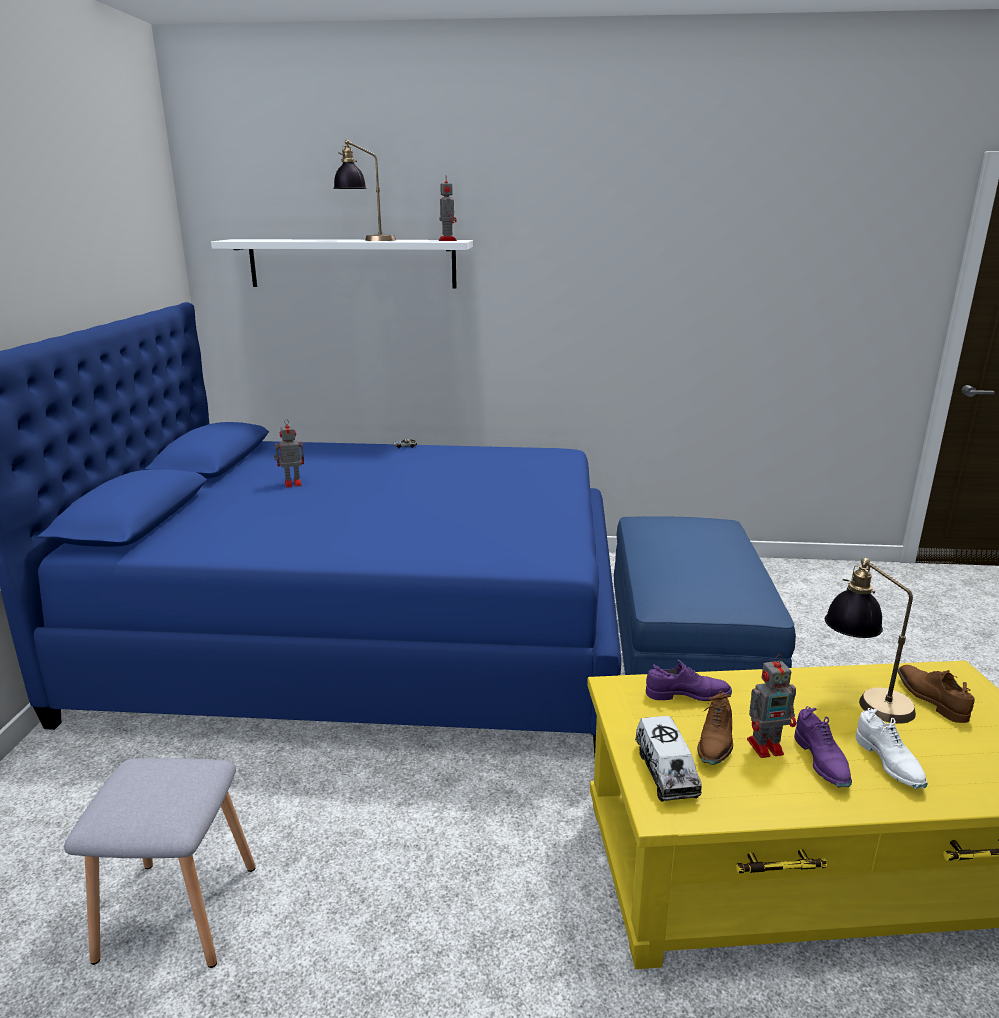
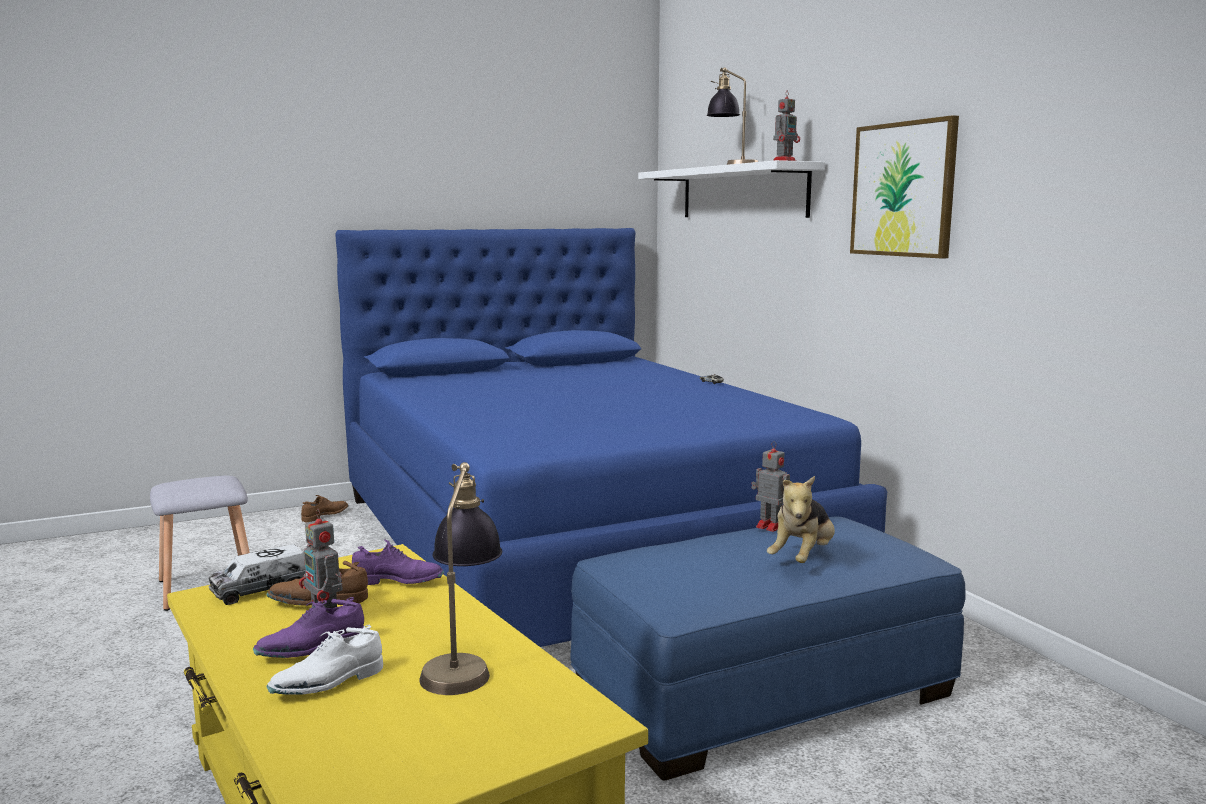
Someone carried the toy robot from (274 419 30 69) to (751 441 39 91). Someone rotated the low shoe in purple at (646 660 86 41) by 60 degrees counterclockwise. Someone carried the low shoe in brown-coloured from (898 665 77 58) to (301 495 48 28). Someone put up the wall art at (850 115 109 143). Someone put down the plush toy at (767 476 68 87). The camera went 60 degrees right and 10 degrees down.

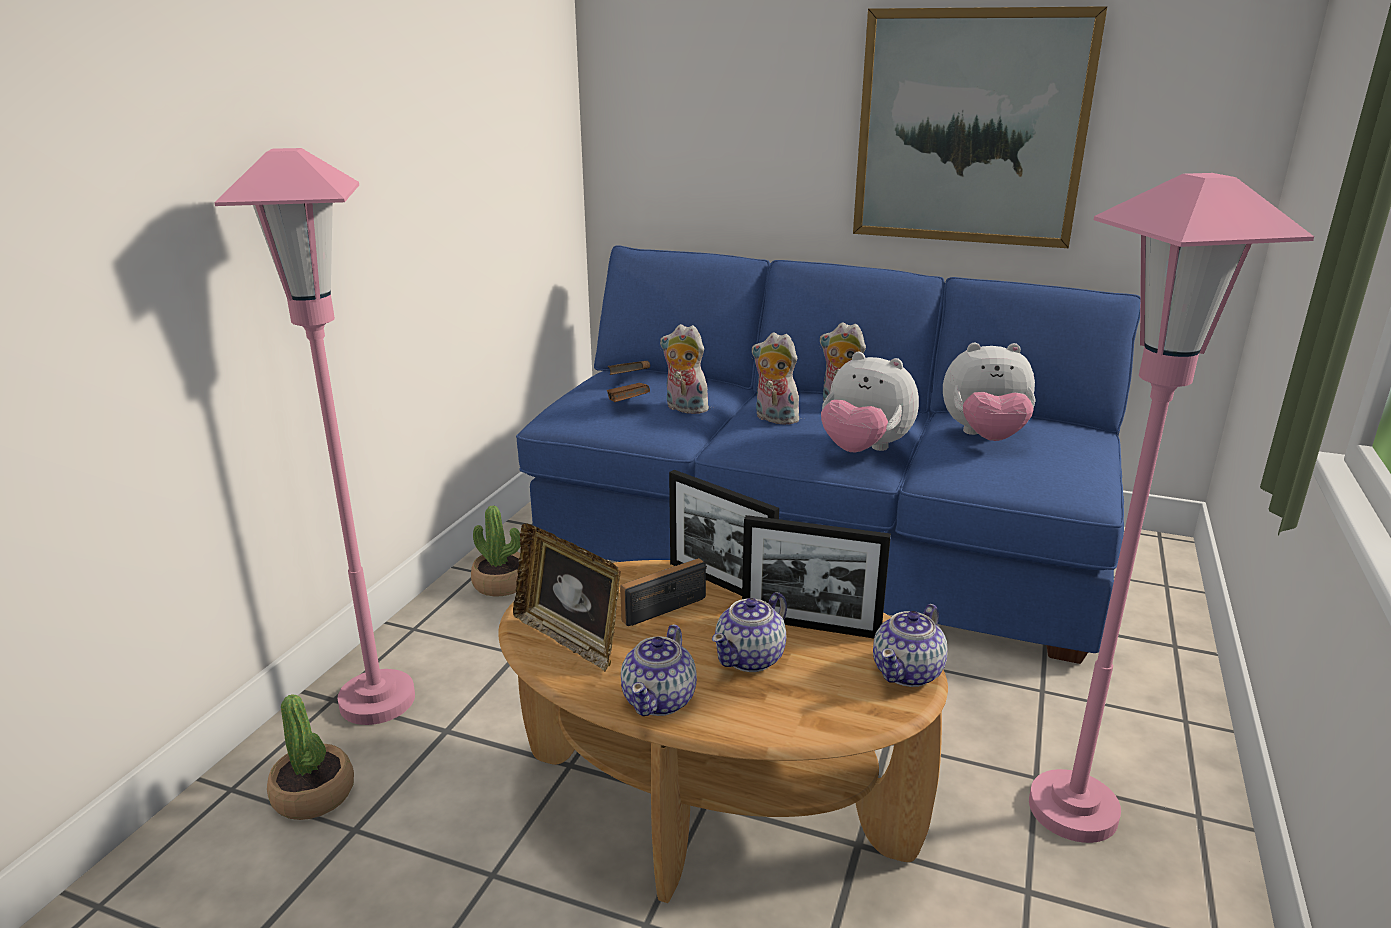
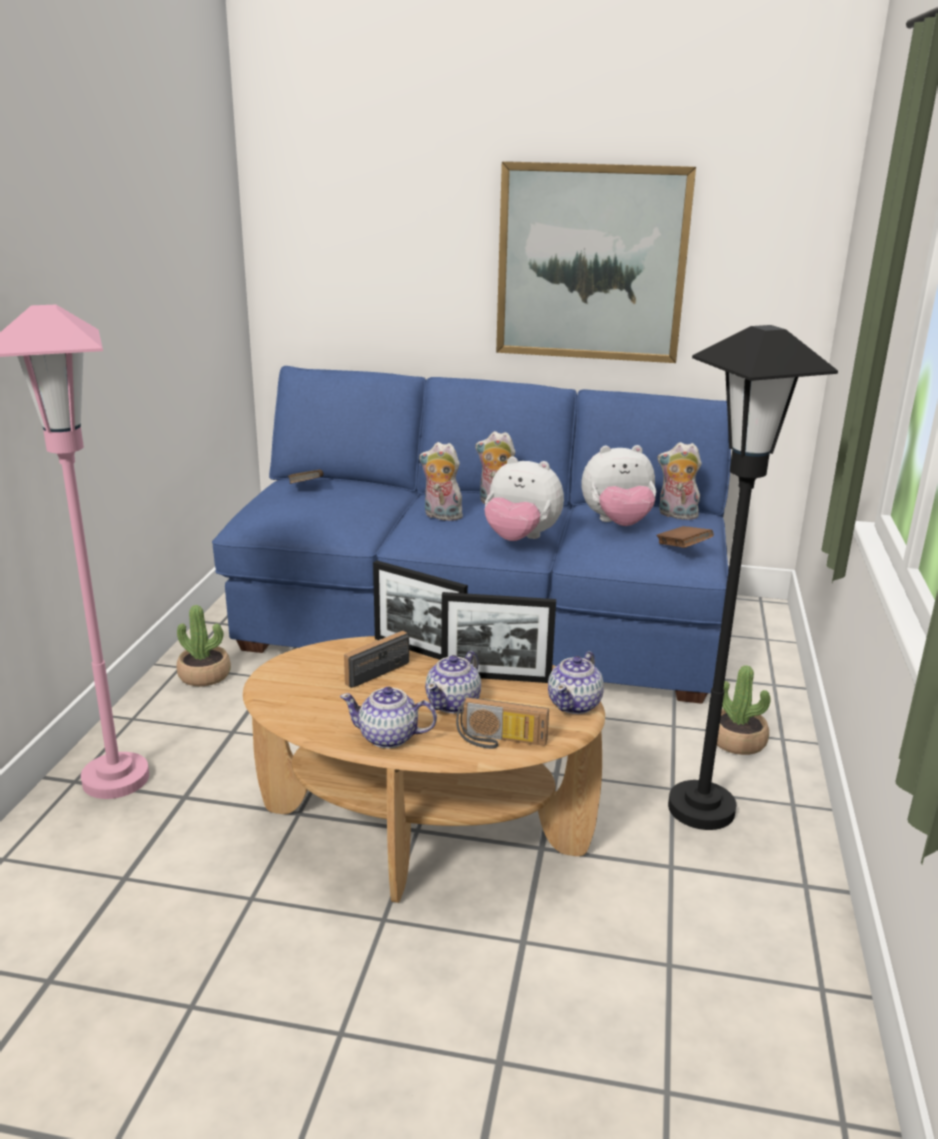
Someone repainted the floor lamp in pinkish at (1029 173 285 670), which became the floor lamp in black at (668 325 170 505). Someone carried the plush toy from (660 324 51 90) to (658 442 44 78). Someone carried the volume in brown-coloured from (607 383 43 19) to (656 526 58 22). Someone took away the standing frame at (513 523 108 149). Someone rotated the tea pot at (621 624 76 92) by 90 degrees clockwise. Someone carried the plant in a pot from (267 694 87 126) to (717 665 54 90). Someone put down the radio at (456 697 93 52). The camera went 10 degrees left and 0 degrees up.

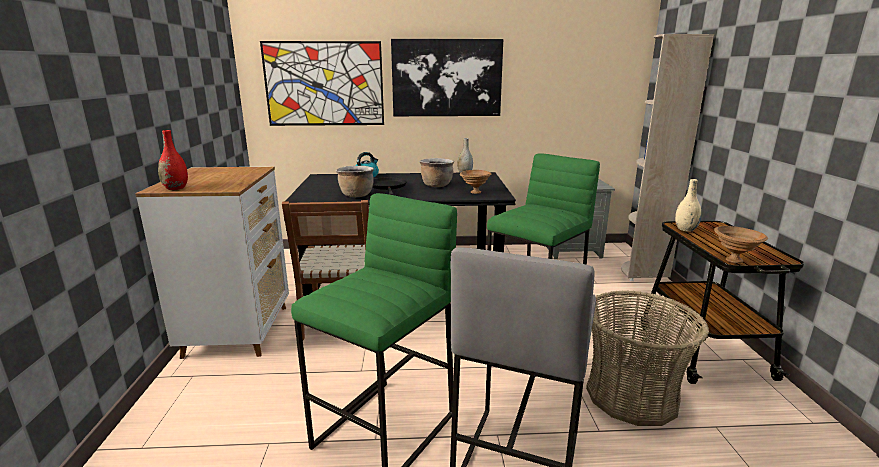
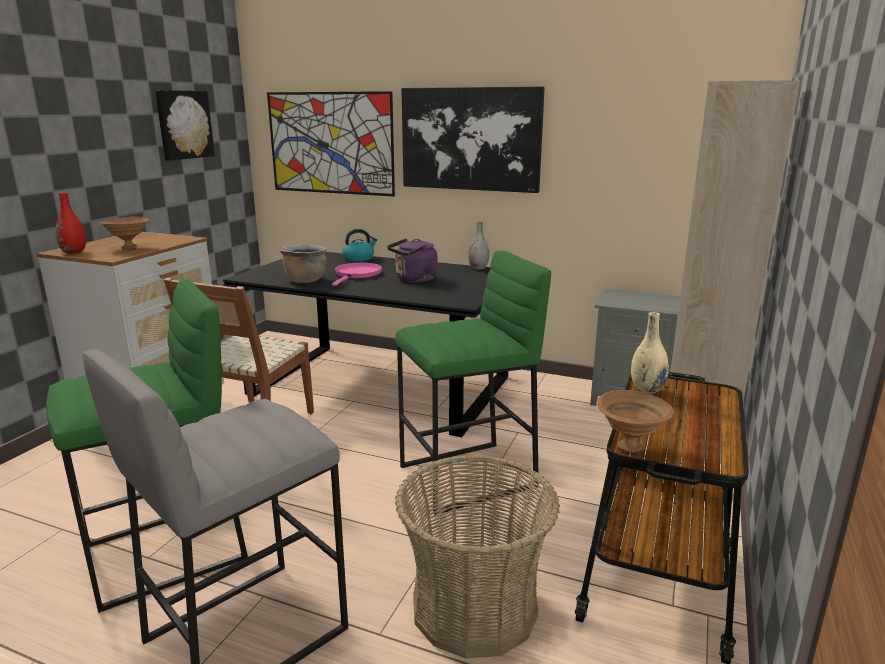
Someone swapped the saucepot in brown-coloured at (419 158 35 29) for the tea kettle in purple at (387 238 50 44). Someone carried the serving bowl in brown-coloured from (460 170 32 24) to (100 216 49 33). Someone repainted the skillet in black at (373 177 34 18), which became the skillet in pinkish at (332 263 50 23). Someone put up the wall art at (155 90 60 71). The camera went 25 degrees right and 0 degrees up.

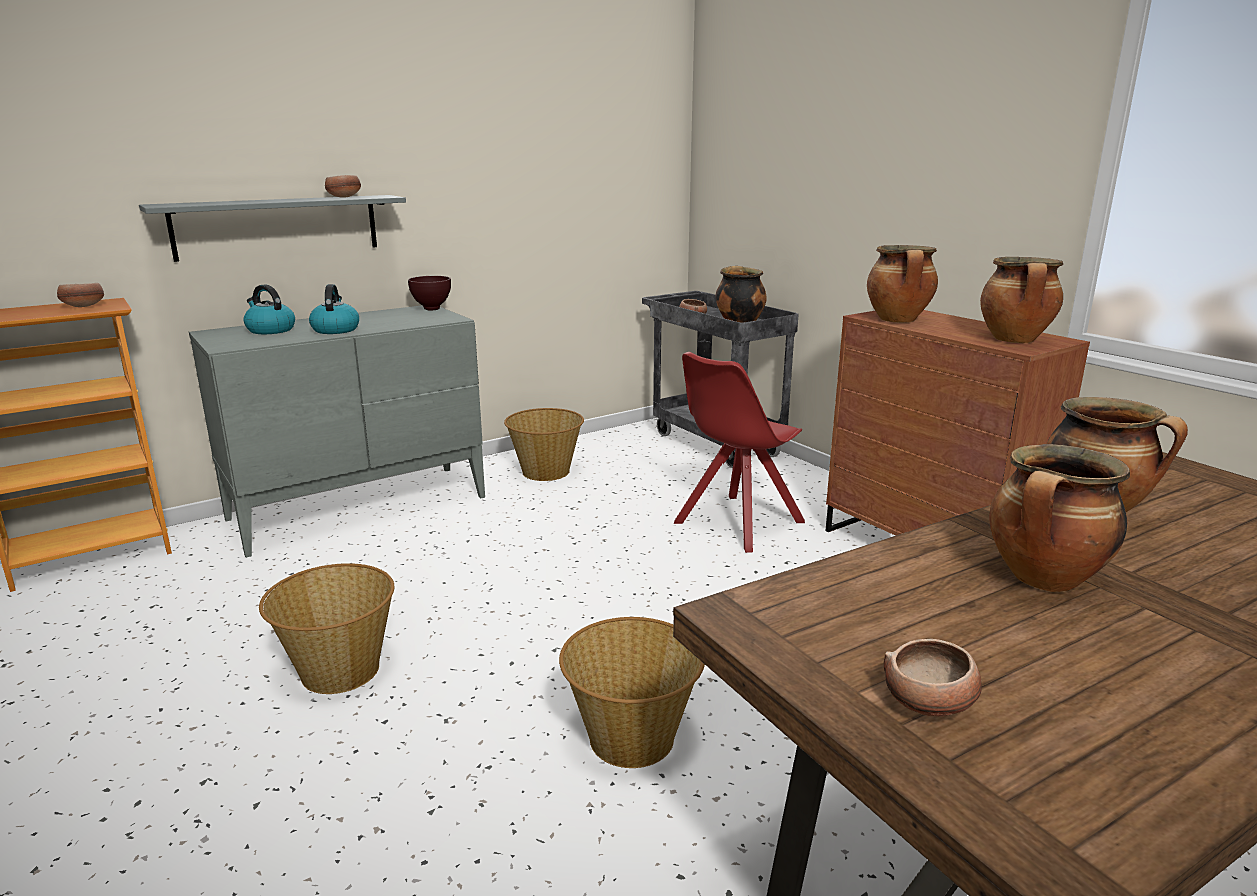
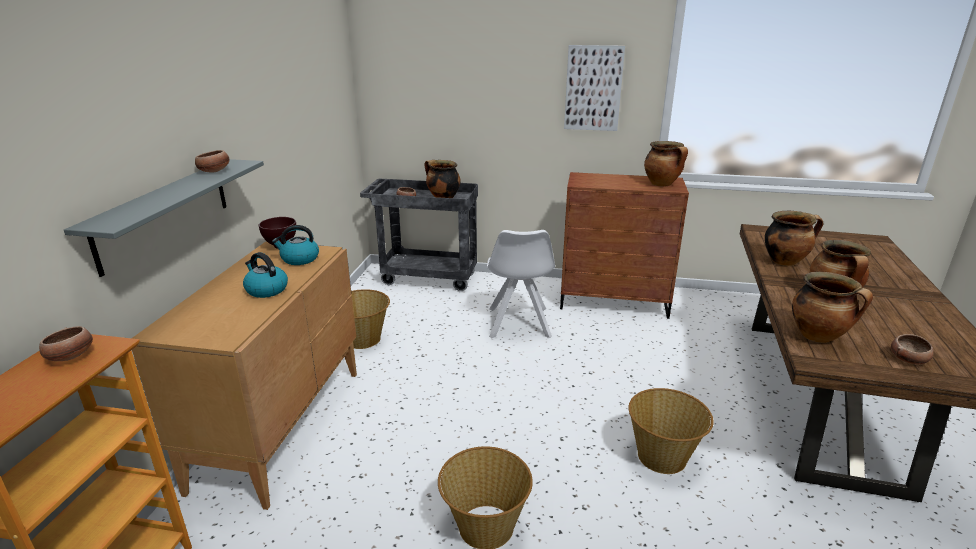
Someone carried the saucepot from (867 245 71 78) to (792 272 81 71). Someone carried the tea kettle from (244 284 51 50) to (272 225 47 40). Someone repainted the storage cabinet in greyish at (189 306 296 252), which became the storage cabinet in brown-coloured at (132 241 225 269). Someone repainted the upright chair in reddish at (674 352 131 201), which became the upright chair in whitish at (487 230 68 108). Someone put up the wall art at (564 45 61 86). The camera went 45 degrees left and 5 degrees up.

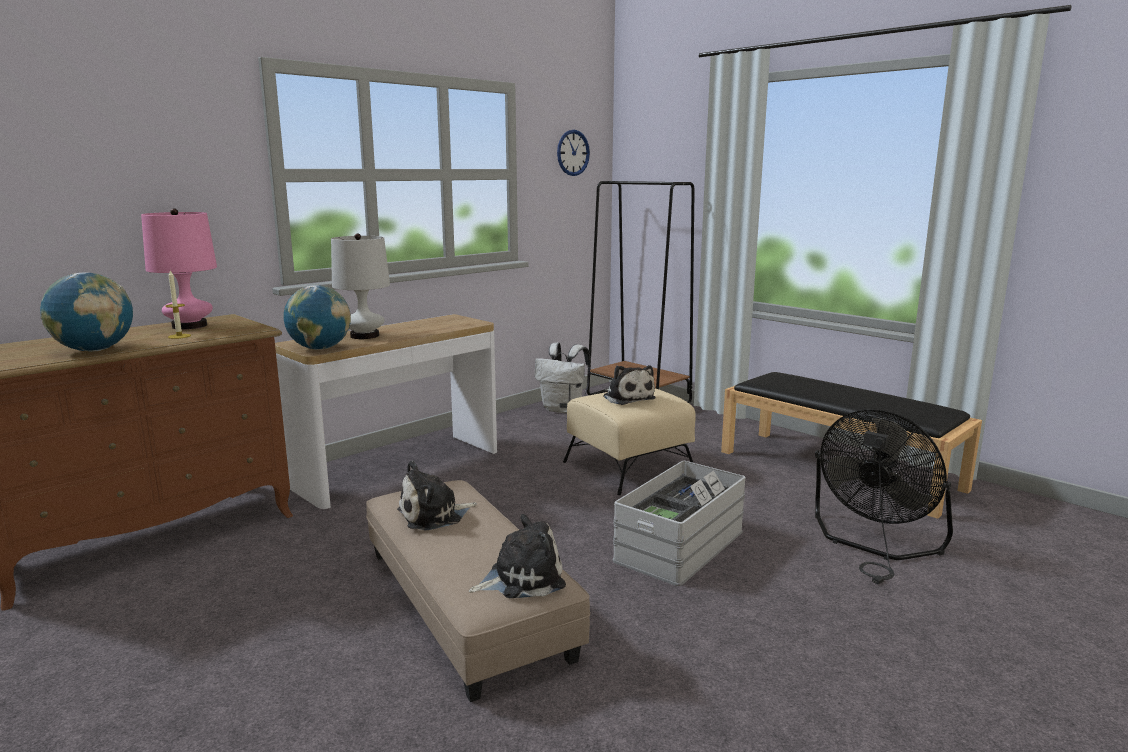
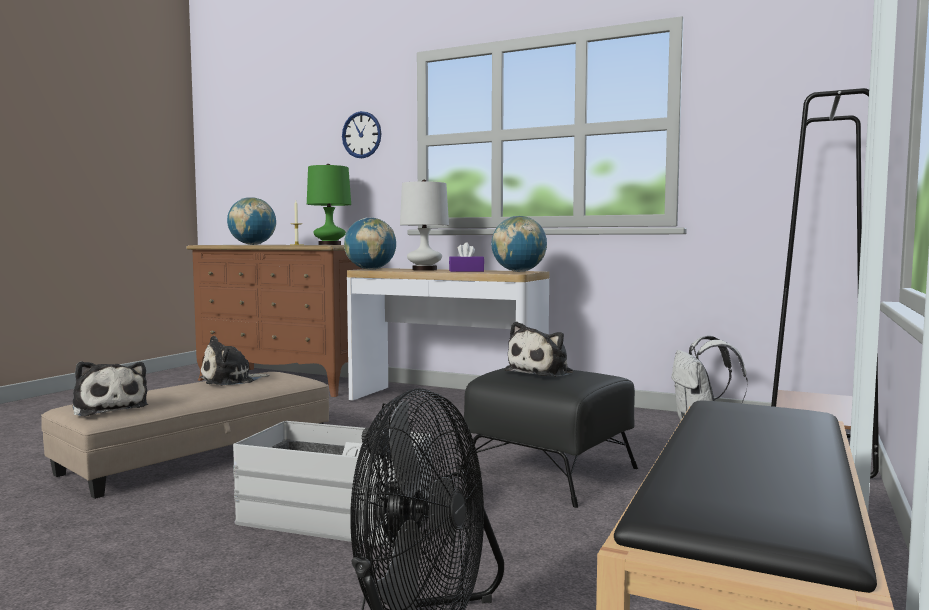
Someone carried the hanging clock from (557 130 33 46) to (342 111 40 47). Someone repainted the lamp for a table in pinkish at (141 208 76 122), which became the lamp for a table in green at (307 164 44 81). Someone repainted the footrest in sand-coloured at (563 388 133 107), which became the footrest in black at (459 368 179 140). Someone rotated the plush toy at (397 461 80 69) by 75 degrees counterclockwise. Someone put down the globe at (491 216 56 56). Someone put down the tissue box in purple at (449 242 35 30). The camera went 70 degrees right and 10 degrees down.

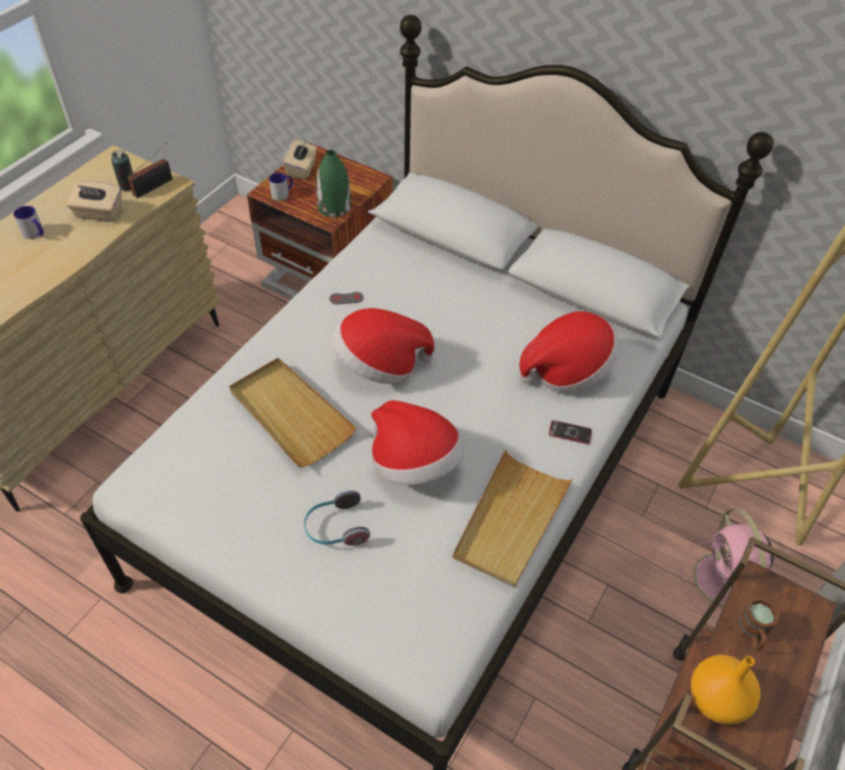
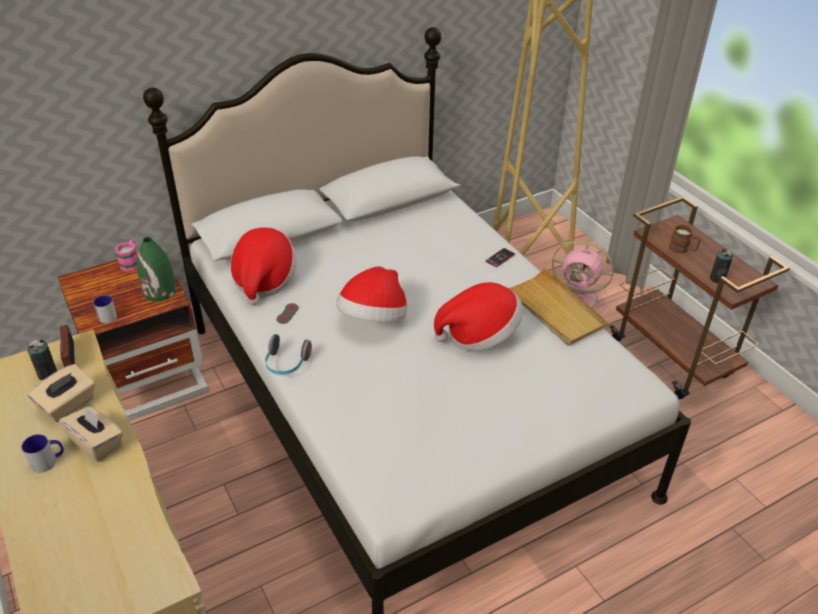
Someone carried the tissue box in sand-coloured from (283 139 34 41) to (59 405 64 57). Someone carried the clothing hat from (519 311 101 81) to (230 228 67 77). Someone took away the carrying tray in sand-coloured at (229 358 127 110). Someone carried the headset from (304 490 66 56) to (265 334 47 41). Someone swapped the decorative vase in orangey at (691 655 69 69) for the sealed can at (710 249 23 34). Someone put down the tea mug in pinkish at (116 240 21 31). The camera went 60 degrees left and 10 degrees down.

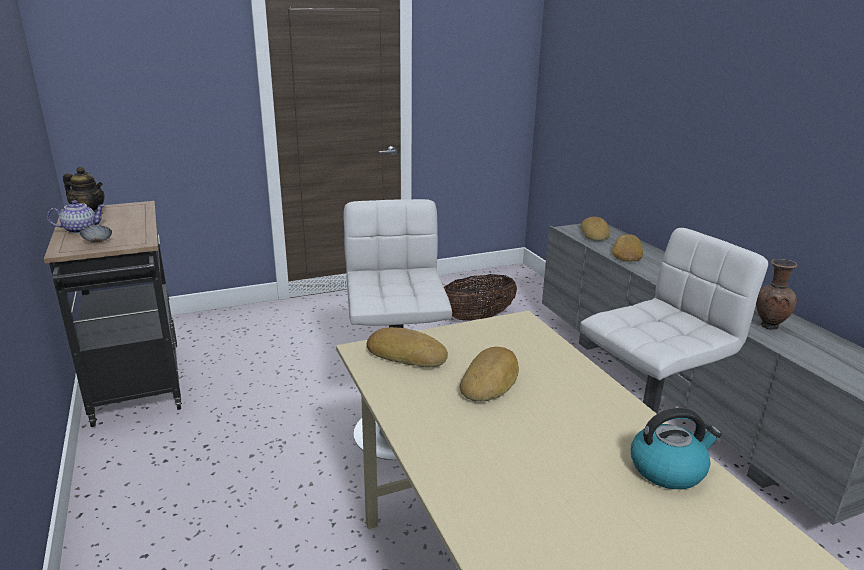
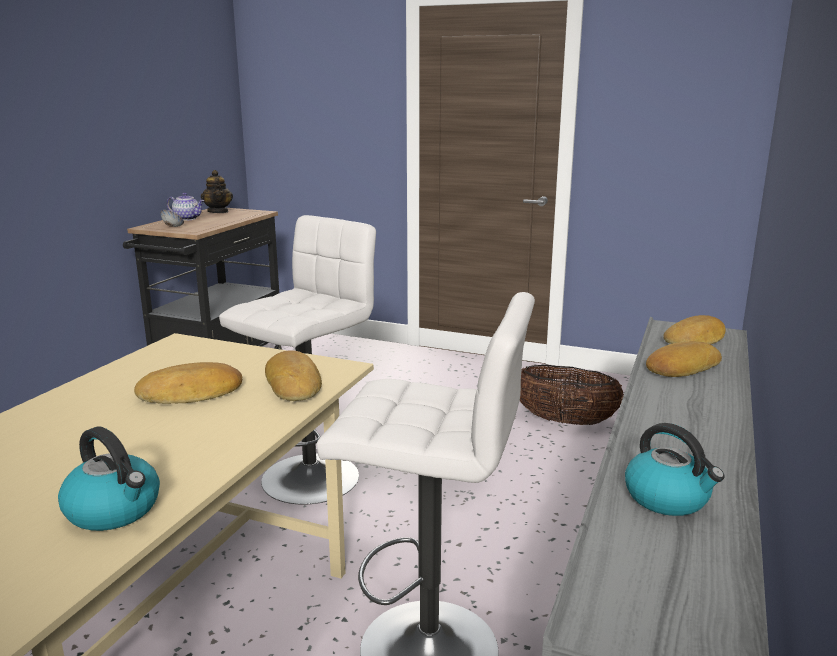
Someone swapped the decorative vase in brown-coloured at (756 259 42 71) for the tea kettle at (625 423 99 93). Someone carried the bakery bread from (367 327 81 40) to (265 350 57 51). The camera went 45 degrees right and 5 degrees down.

